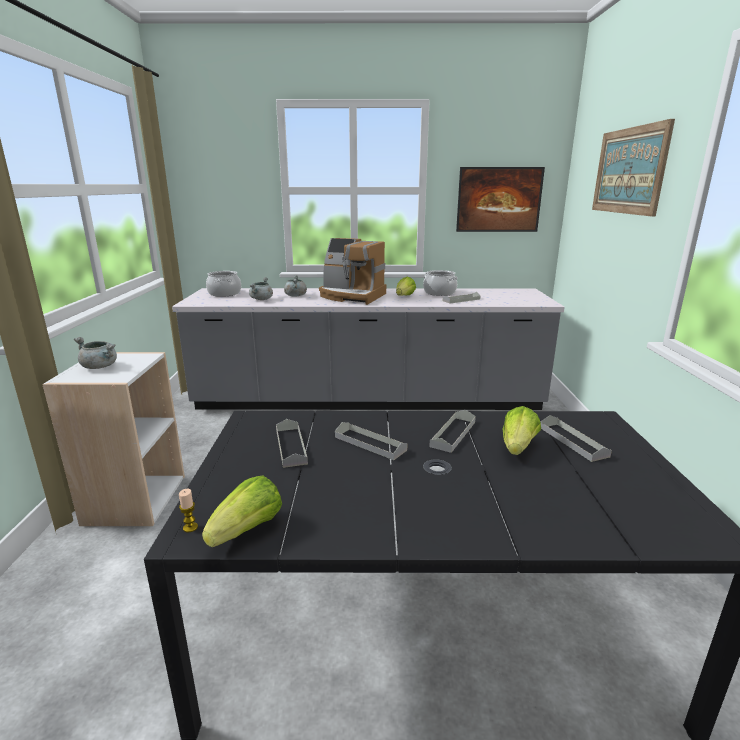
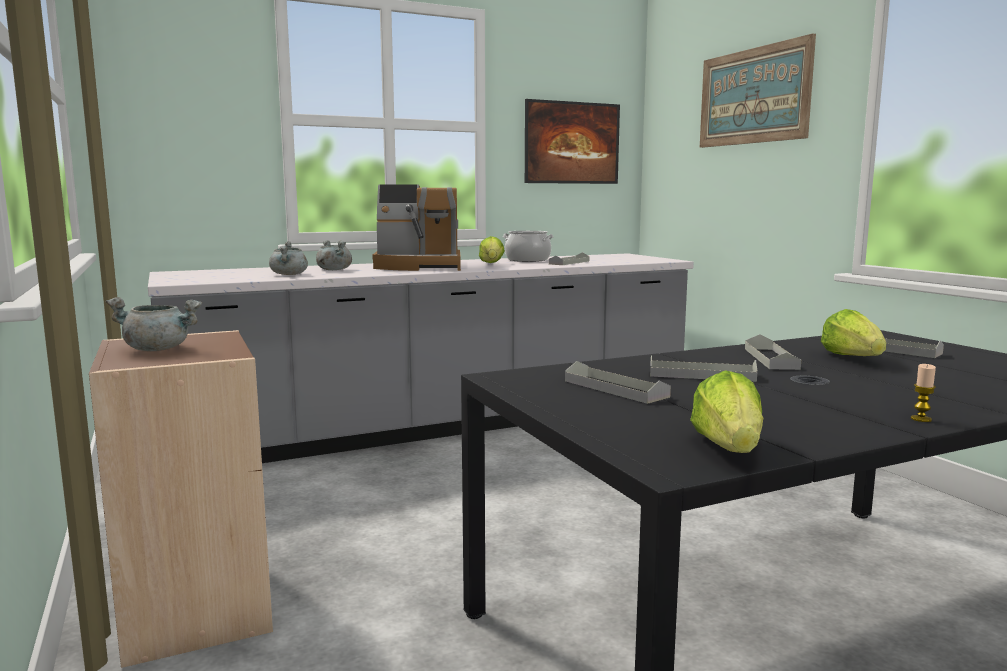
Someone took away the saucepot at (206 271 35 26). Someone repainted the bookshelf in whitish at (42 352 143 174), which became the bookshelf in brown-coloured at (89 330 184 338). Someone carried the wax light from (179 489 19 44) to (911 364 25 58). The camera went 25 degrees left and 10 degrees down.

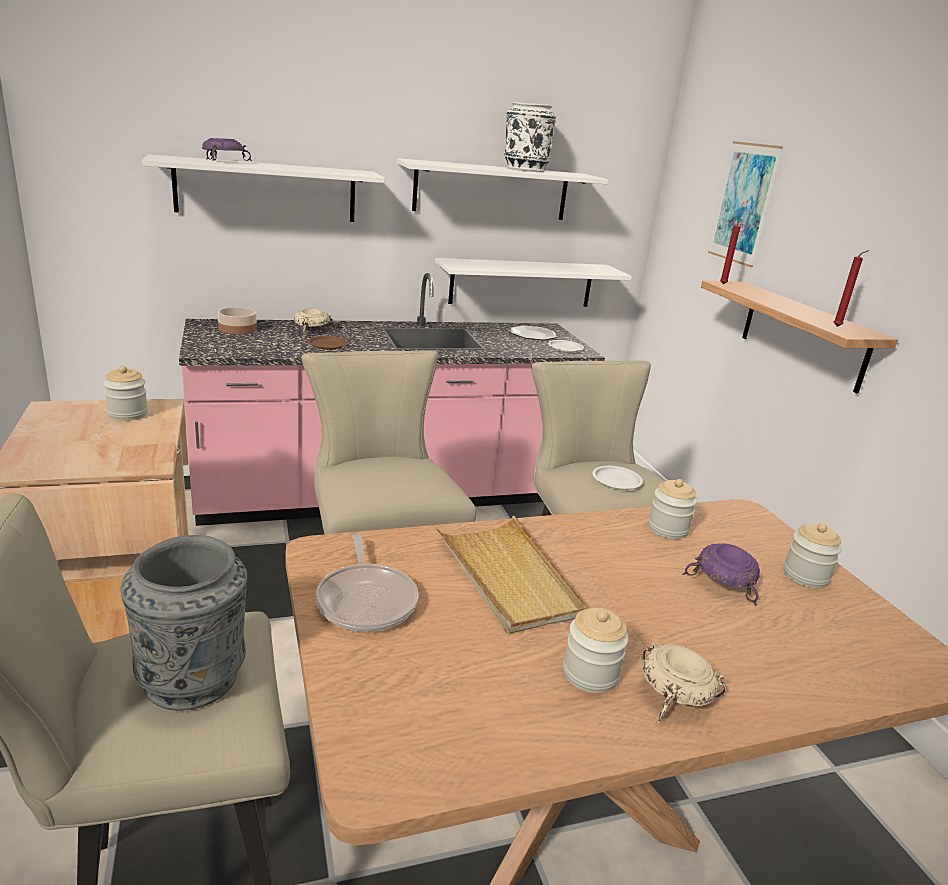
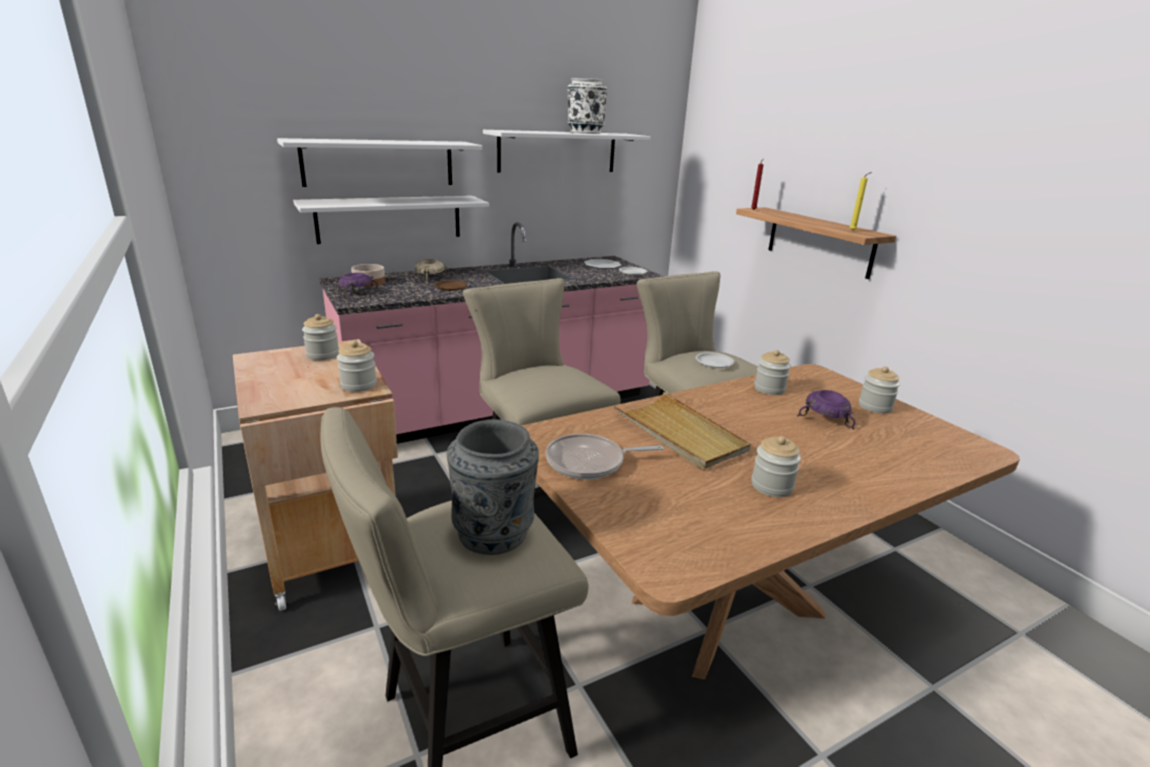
Someone carried the serving bowl in purple from (202 138 50 23) to (338 273 41 24). Someone took away the wall art at (708 141 75 126). Someone repainted the wax light in reddish at (834 250 36 77), which became the wax light in yellow at (850 172 22 59). Someone carried the wall shelf in whitish from (435 258 197 49) to (293 196 196 48). Someone rotated the skillet at (315 534 104 98) by 105 degrees clockwise. Someone took away the serving bowl in sand-coloured at (640 643 87 80). Someone put down the jar at (337 340 40 52). The camera went 10 degrees left and 0 degrees up.

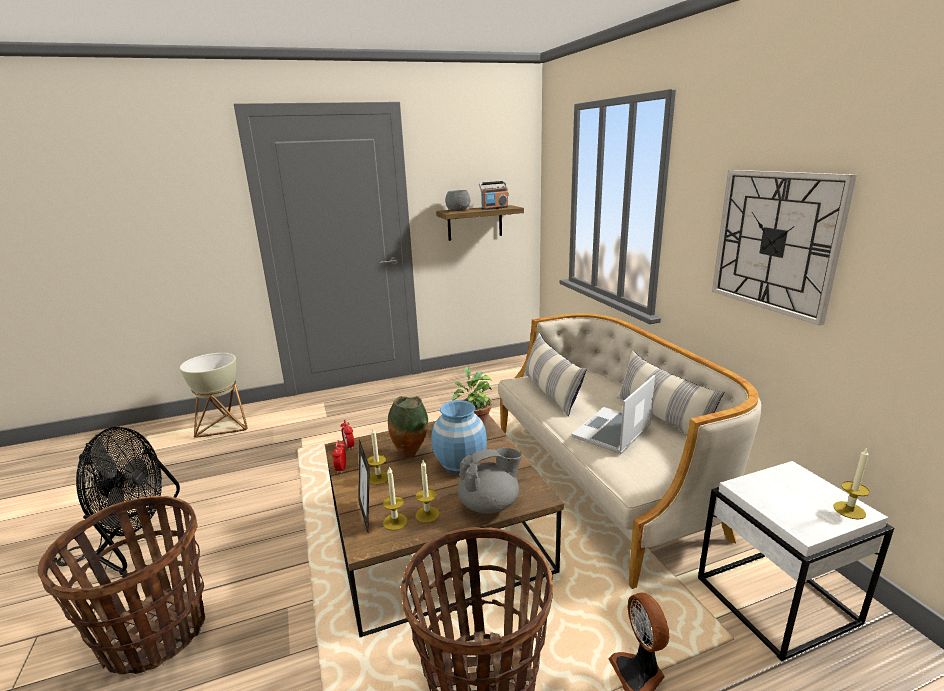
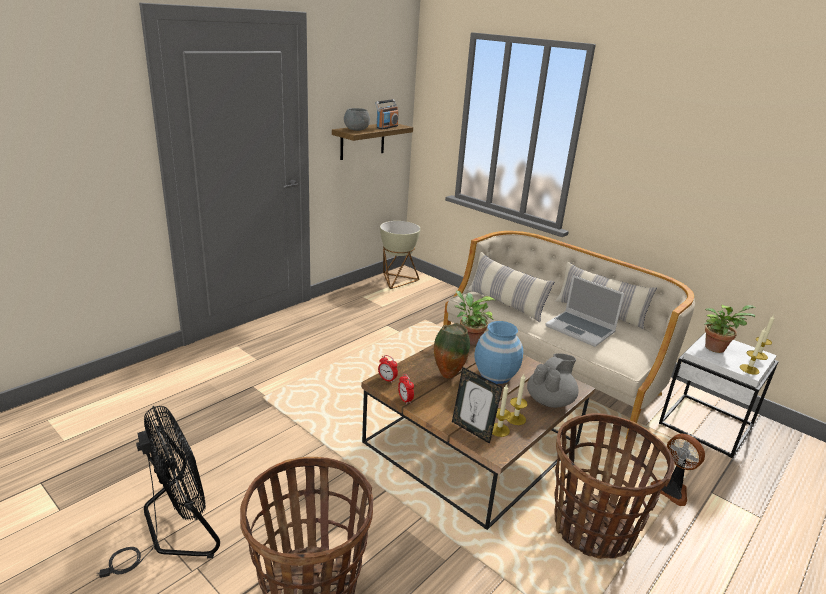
Someone took away the hanging clock at (712 170 145 156). Someone carried the plant pot from (180 353 67 85) to (380 221 40 68). Someone rotated the laptop at (571 375 84 79) by 60 degrees counterclockwise. Someone carried the wax light from (367 428 21 57) to (740 328 26 47). Someone put down the plant in a pot at (704 305 52 48). The camera went 30 degrees left and 5 degrees up.

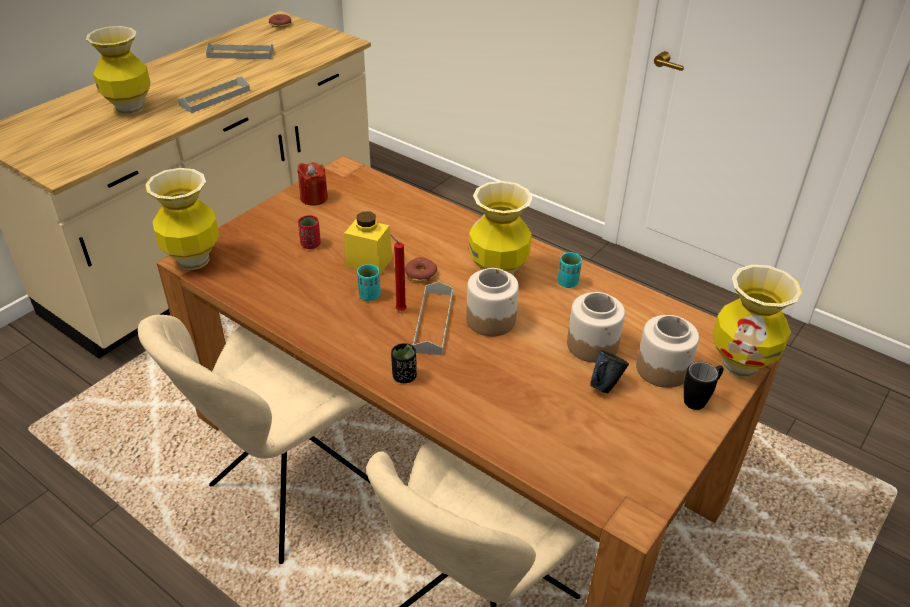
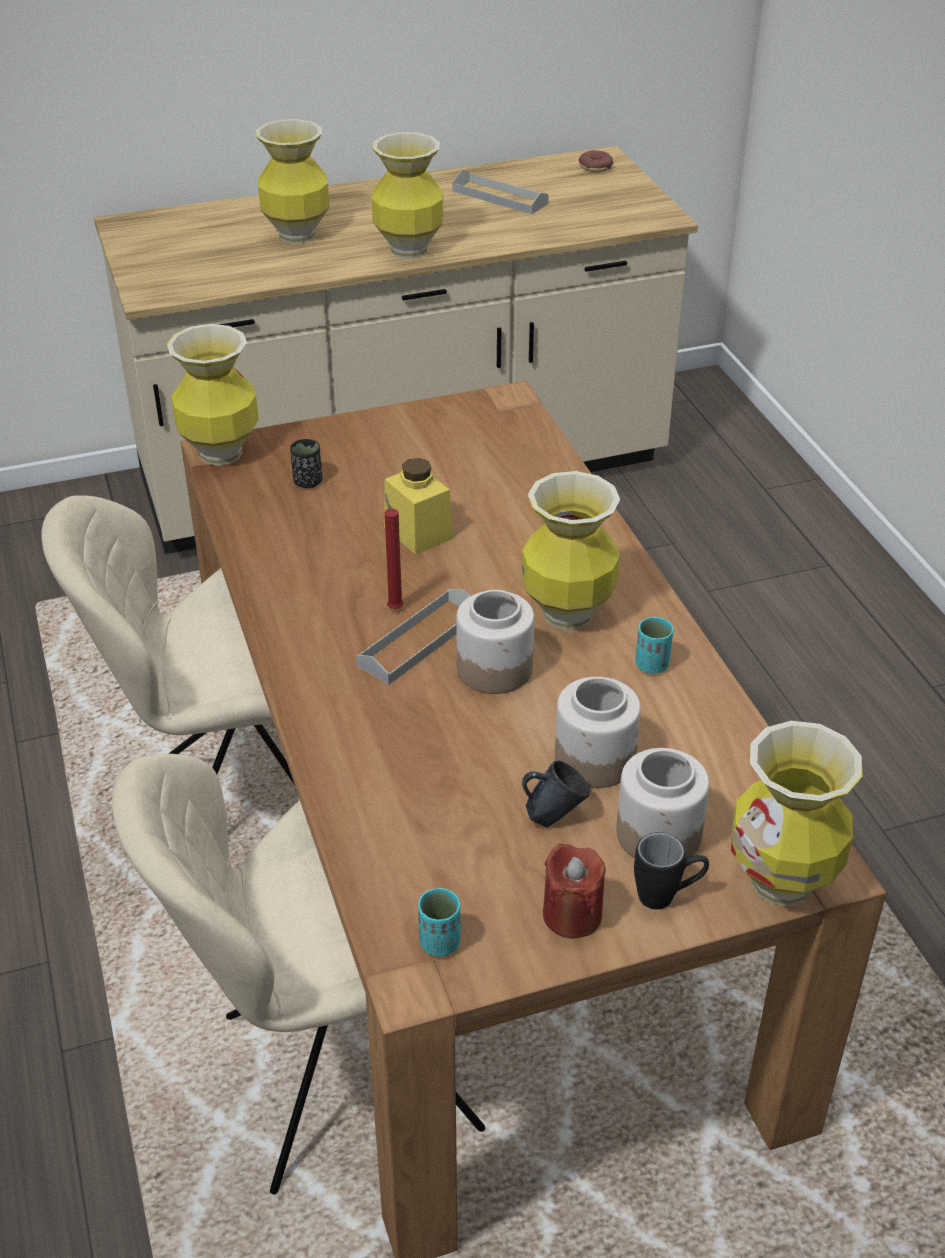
Someone swapped the carrying tray in greyish at (178 76 72 37) for the decorative vase at (372 132 72 126). Someone carried the wax light in reddish from (298 162 30 44) to (543 844 63 94). Someone took away the cup in reddish at (298 215 23 34). Someone took away the ring doughnut at (405 257 32 25). Someone carried the cup in turquoise-coloured from (357 264 23 37) to (418 888 43 68). Someone carried the cup in black from (391 343 26 40) to (290 439 32 49). The camera went 35 degrees right and 0 degrees up.

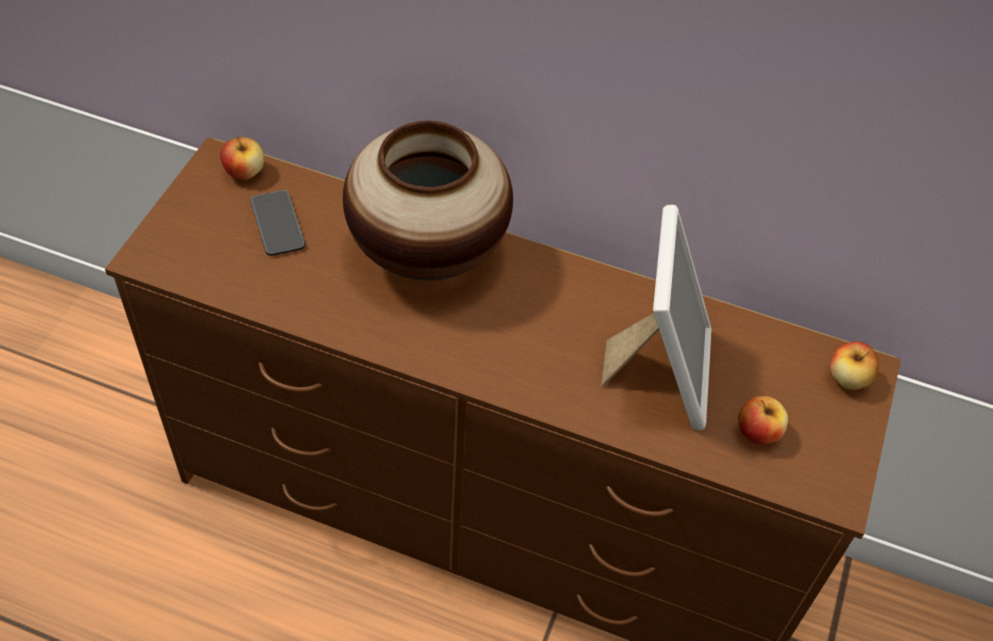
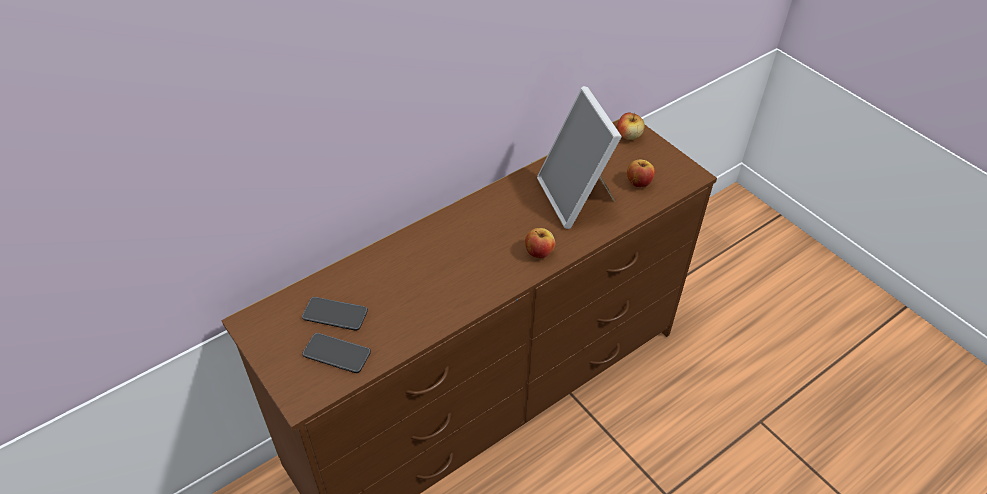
Someone took away the decorative vase at (343 121 170 160). Someone carried the apple fruit from (220 137 44 43) to (525 228 30 30). Someone rotated the standing frame at (601 205 111 225) by 150 degrees counterclockwise. Someone put down the phone at (303 333 68 40). The camera went 55 degrees left and 5 degrees down.

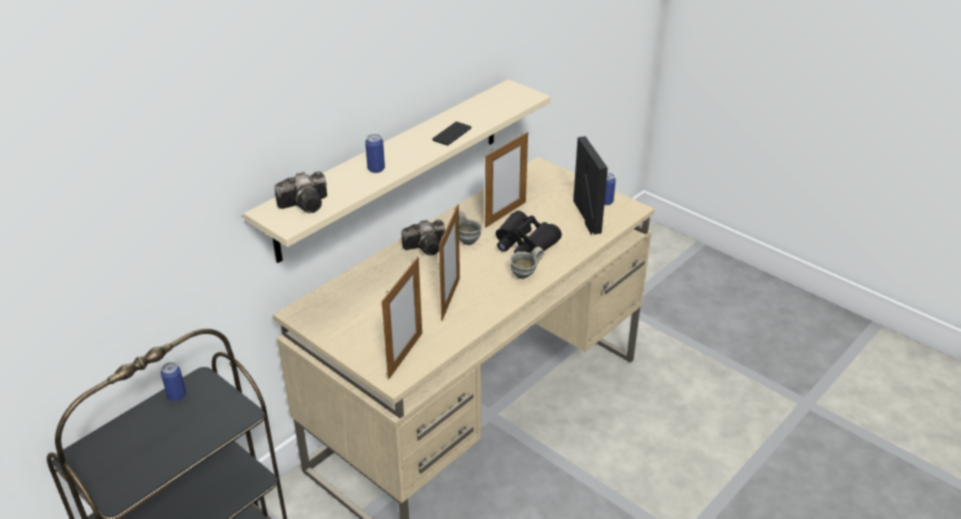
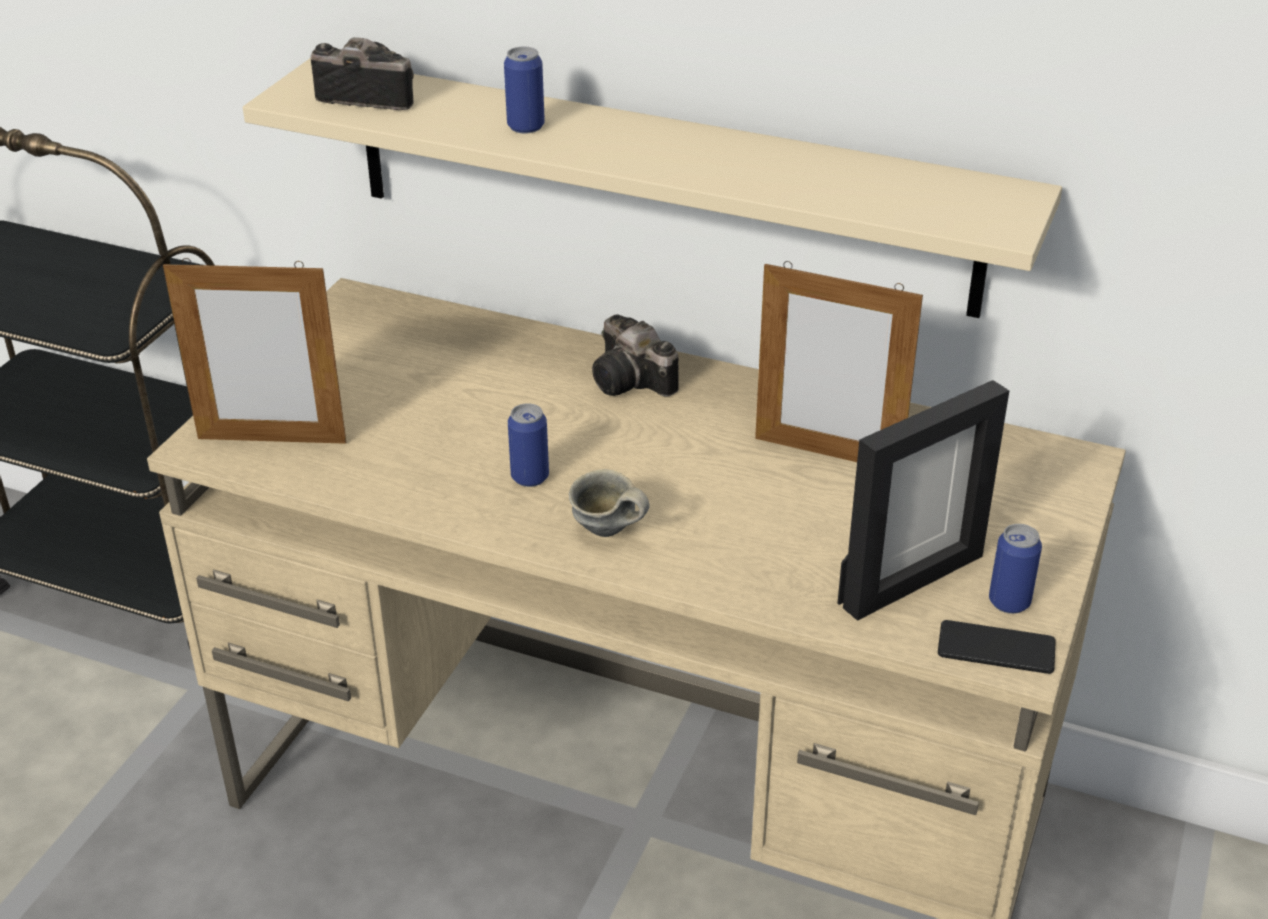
Someone carried the phone from (432 122 39 23) to (938 620 117 54). Someone rotated the still camera at (274 171 53 42) by 150 degrees clockwise. Someone took away the standing frame at (439 204 21 117). Someone took away the tea mug in greyish at (459 211 23 34). Someone took away the pair of binoculars in black at (496 211 66 42). Someone carried the sealed can from (161 362 25 39) to (508 403 41 84). The camera went 70 degrees right and 0 degrees up.

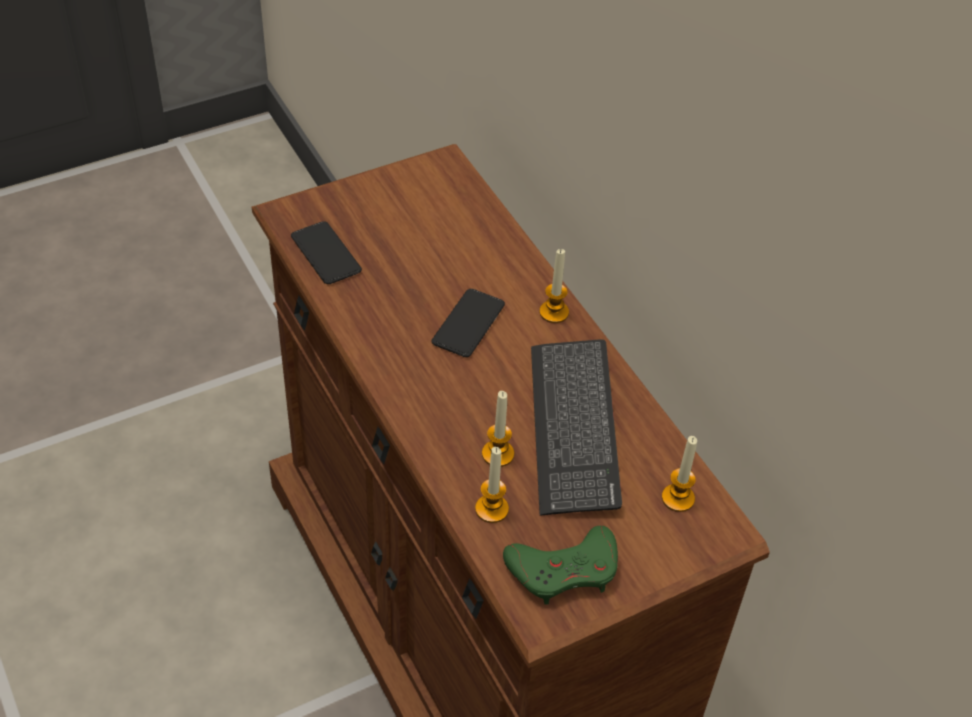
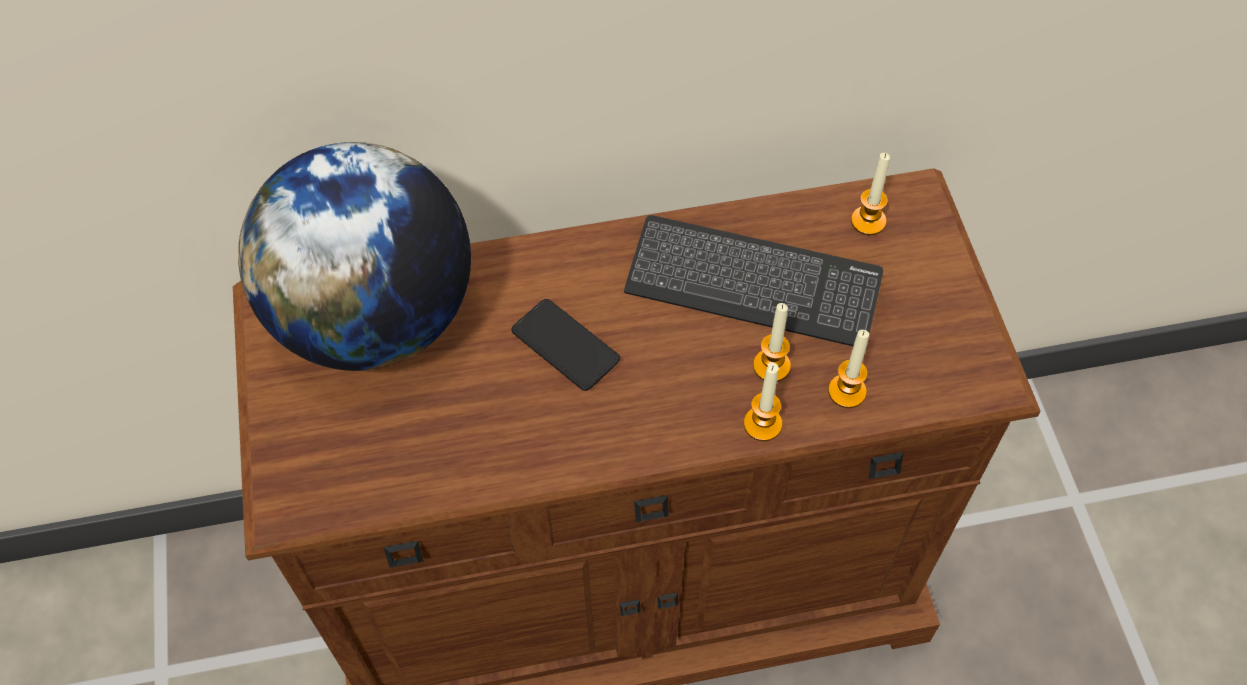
Someone took away the phone at (291 221 71 63). Someone carried the wax light from (540 249 29 74) to (744 363 38 78). Someone took away the gamepad in green at (503 526 115 78). Someone put down the globe at (238 142 233 229). The camera went 70 degrees left and 10 degrees up.

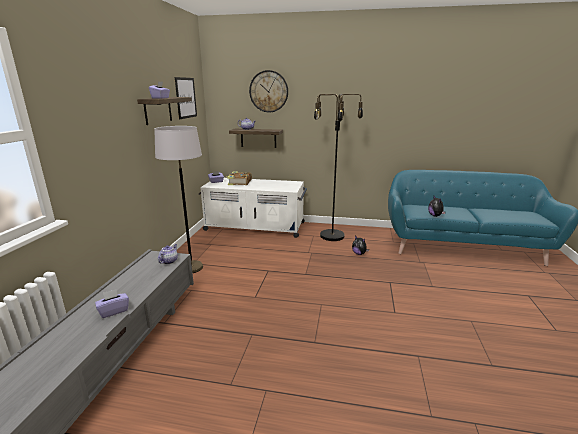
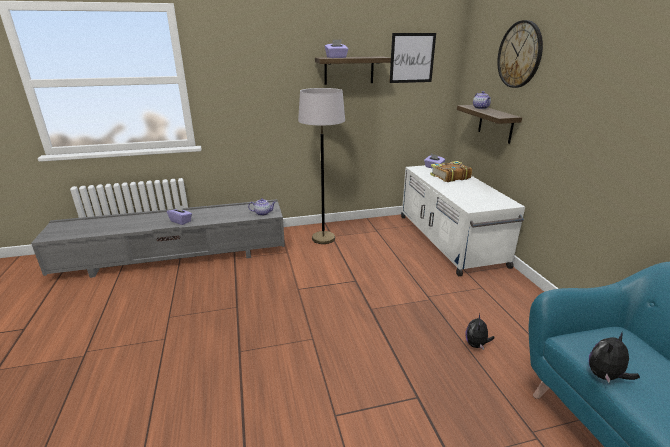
Someone took away the floor lamp at (314 94 49 147). The camera went 65 degrees right and 5 degrees up.

